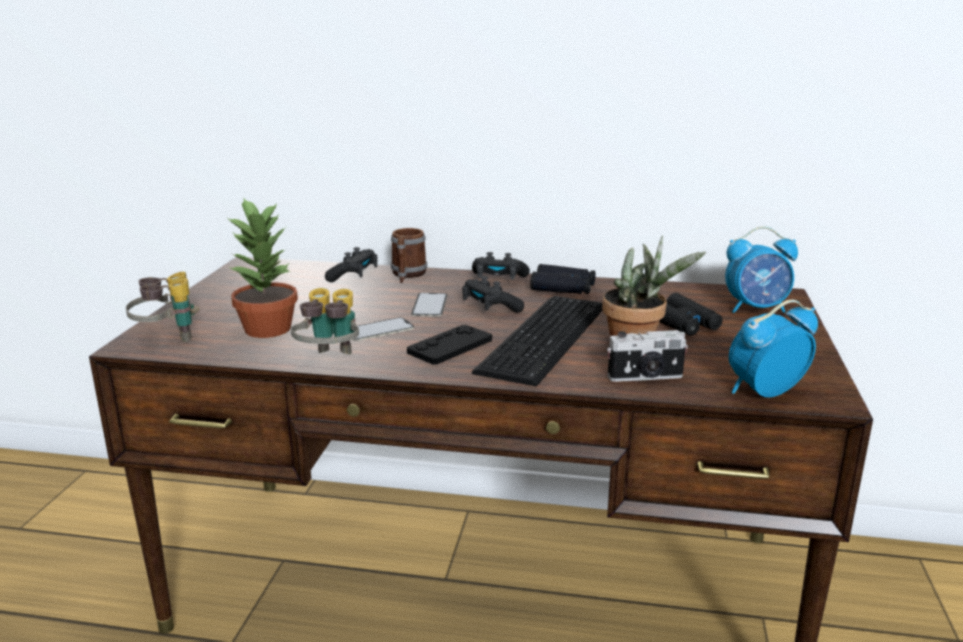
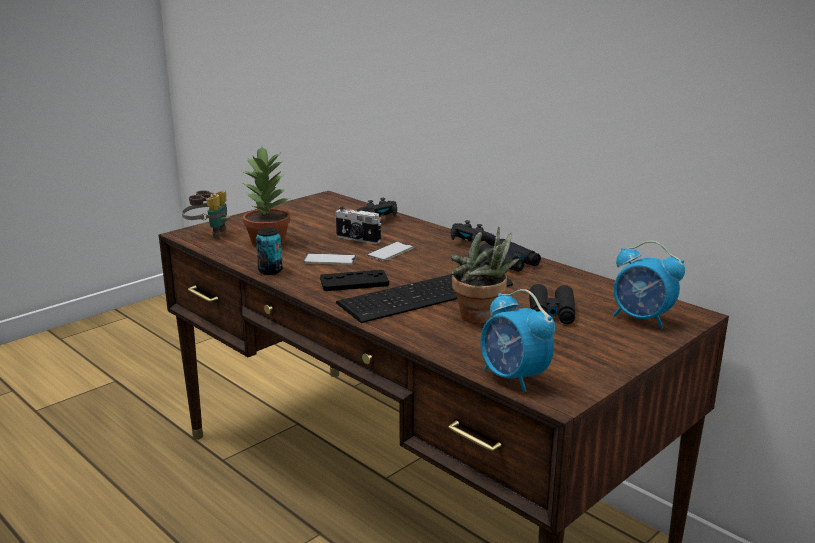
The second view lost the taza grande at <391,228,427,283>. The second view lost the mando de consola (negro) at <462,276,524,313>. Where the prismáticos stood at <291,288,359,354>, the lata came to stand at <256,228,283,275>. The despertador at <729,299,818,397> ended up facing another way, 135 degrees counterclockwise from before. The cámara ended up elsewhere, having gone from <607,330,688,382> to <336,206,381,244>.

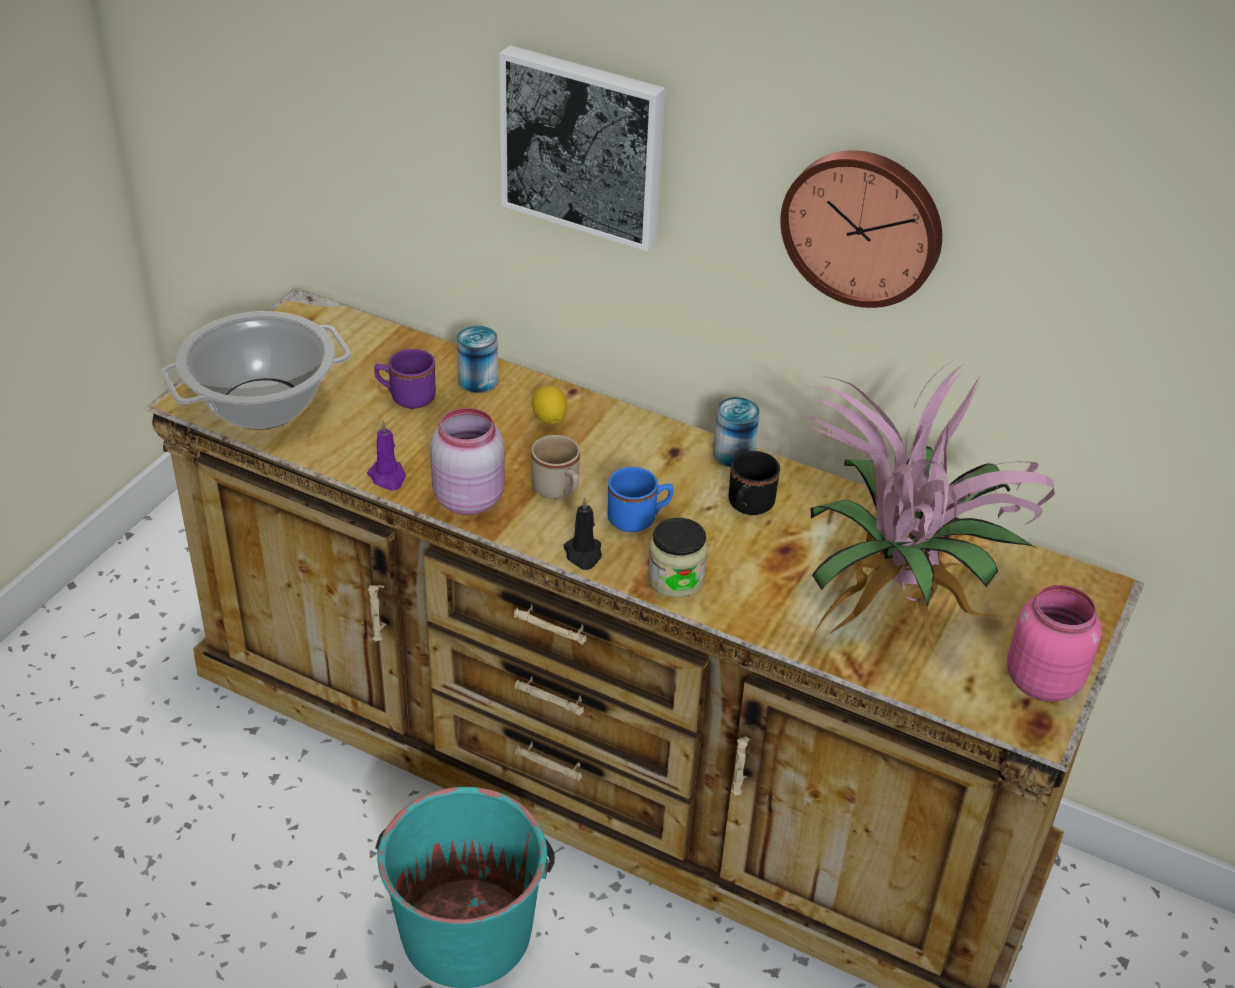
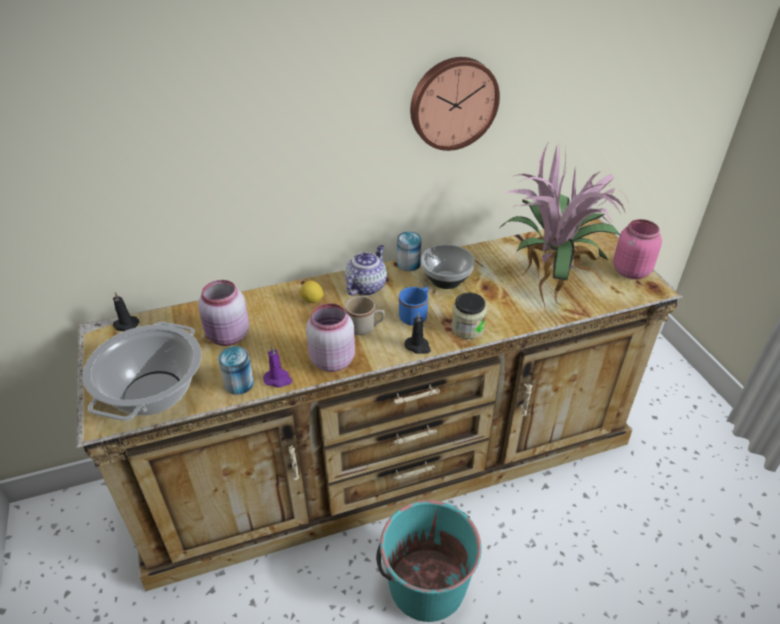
The second view lost the cuadro at <499,45,665,251>. The lata ended up elsewhere, having gone from <457,326,498,393> to <218,346,254,395>. Where the taza grande (morado) stood at <374,349,436,409>, the tarro (rosa) came to stand at <198,280,249,346>. Where the taza grande (negro) stood at <729,451,780,515>, the cuenco came to stand at <421,244,475,289>. The second view gained the tetera at <345,245,387,296>. The second view gained the vela (negro) at <113,292,139,331>.

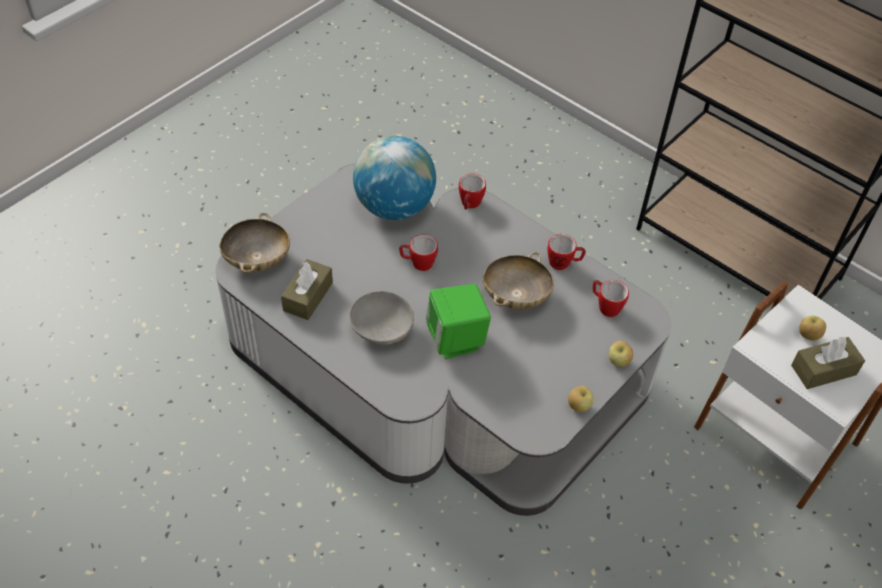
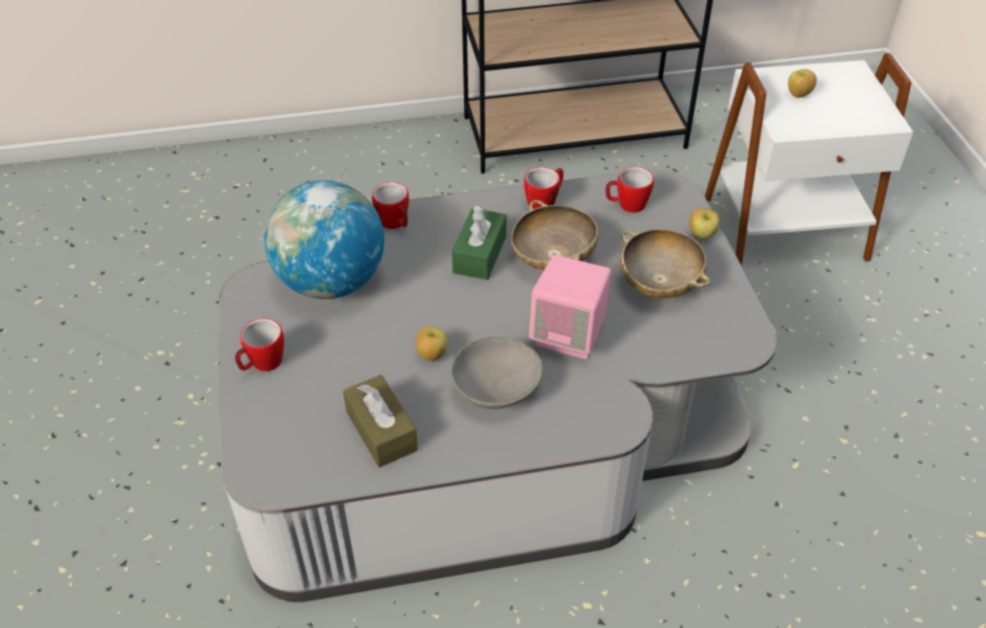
The cuenco (beis) ended up elsewhere, having gone from <219,213,290,273> to <620,229,711,298>. The taza grande ended up elsewhere, having gone from <399,235,438,271> to <235,318,284,371>. What was the altavoz (verde) at <426,284,491,359> turned into the altavoz (rosa) at <529,255,611,359>. The second view lost the caja de pañuelos (marrón) at <791,337,865,389>. The manzana ended up elsewhere, having gone from <568,386,594,412> to <416,327,448,361>. The second view gained the caja de pañuelos (verde) at <452,206,507,280>.

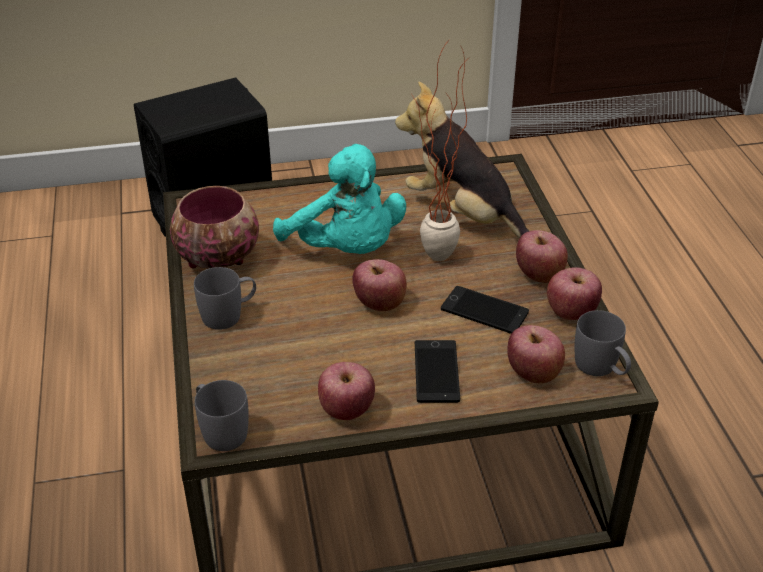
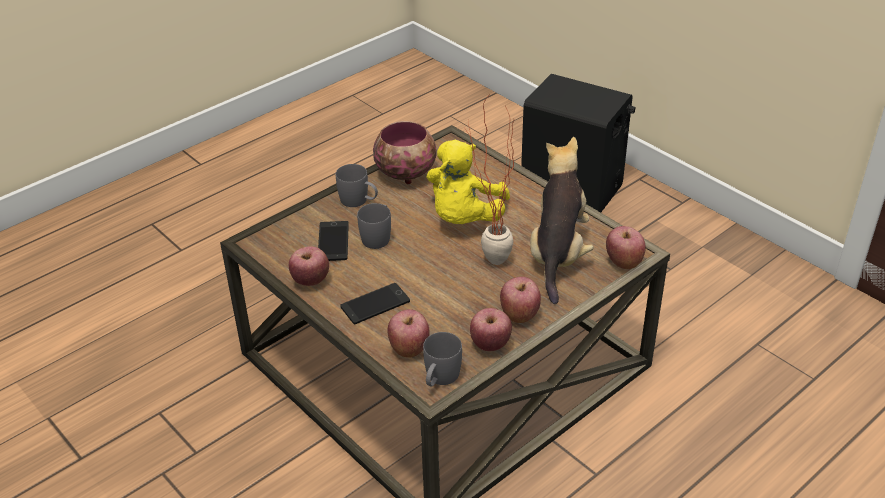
What was the peluche (turquesa) at <273,144,406,254> turned into the peluche (amarillo) at <426,140,510,224>. The manzana ended up elsewhere, having gone from <352,259,407,311> to <606,226,646,269>. The móvil ended up elsewhere, having gone from <441,286,529,334> to <318,221,349,261>. The taza grande (gris) ended up elsewhere, having gone from <195,380,249,451> to <357,203,391,249>.

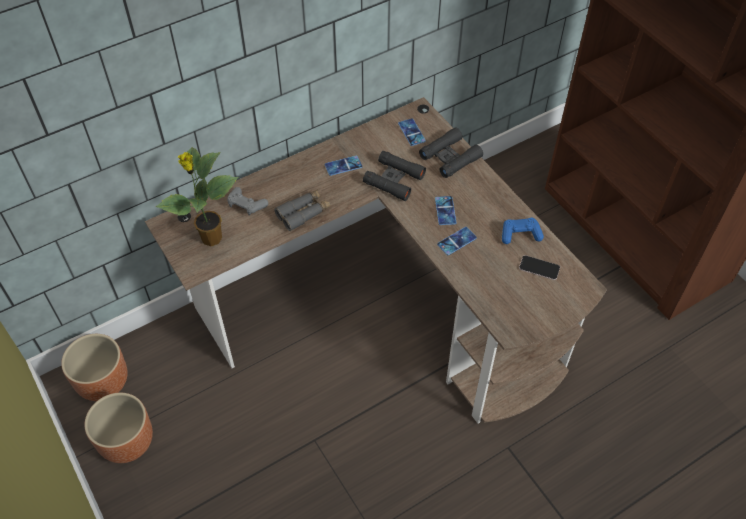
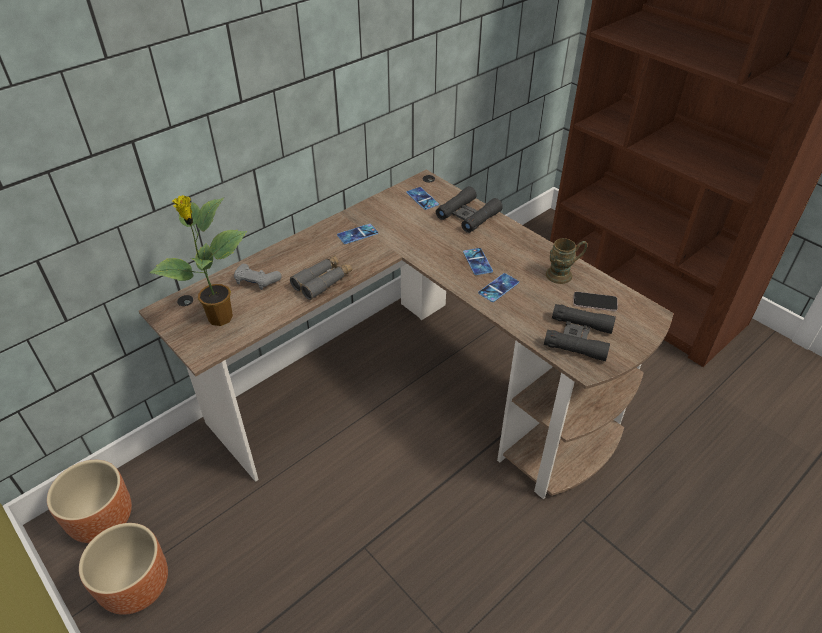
The prismáticos (negro) ended up elsewhere, having gone from <363,151,426,201> to <544,304,616,361>. Where the mando de consola (azul) stood at <502,218,544,244>, the taza grande (marrón) came to stand at <546,238,587,284>.

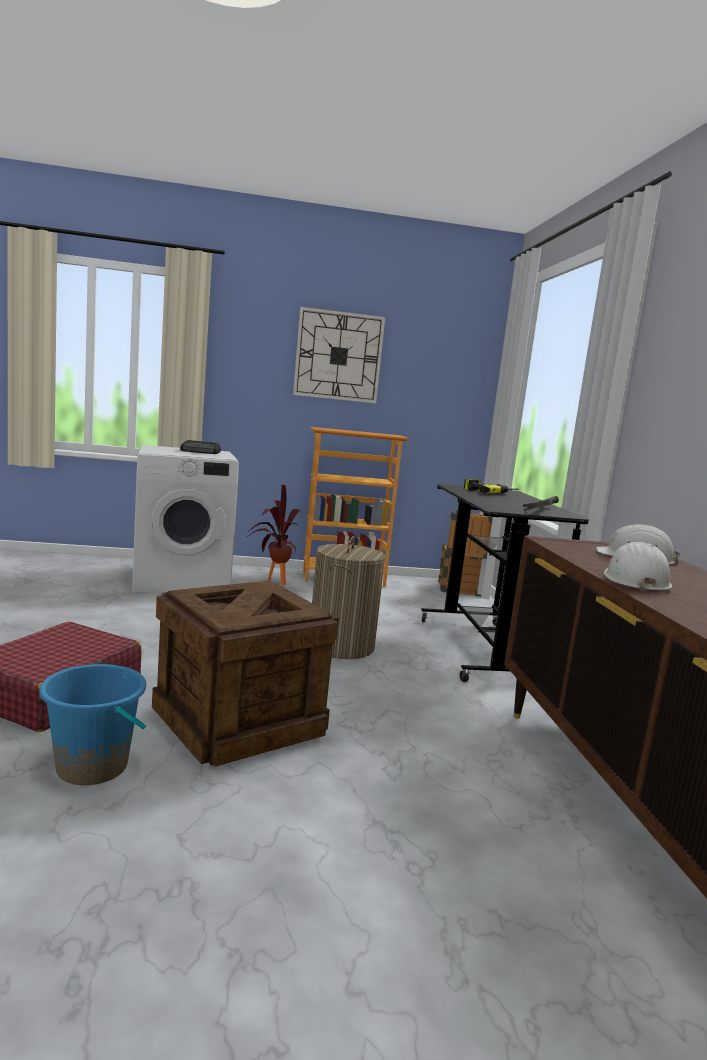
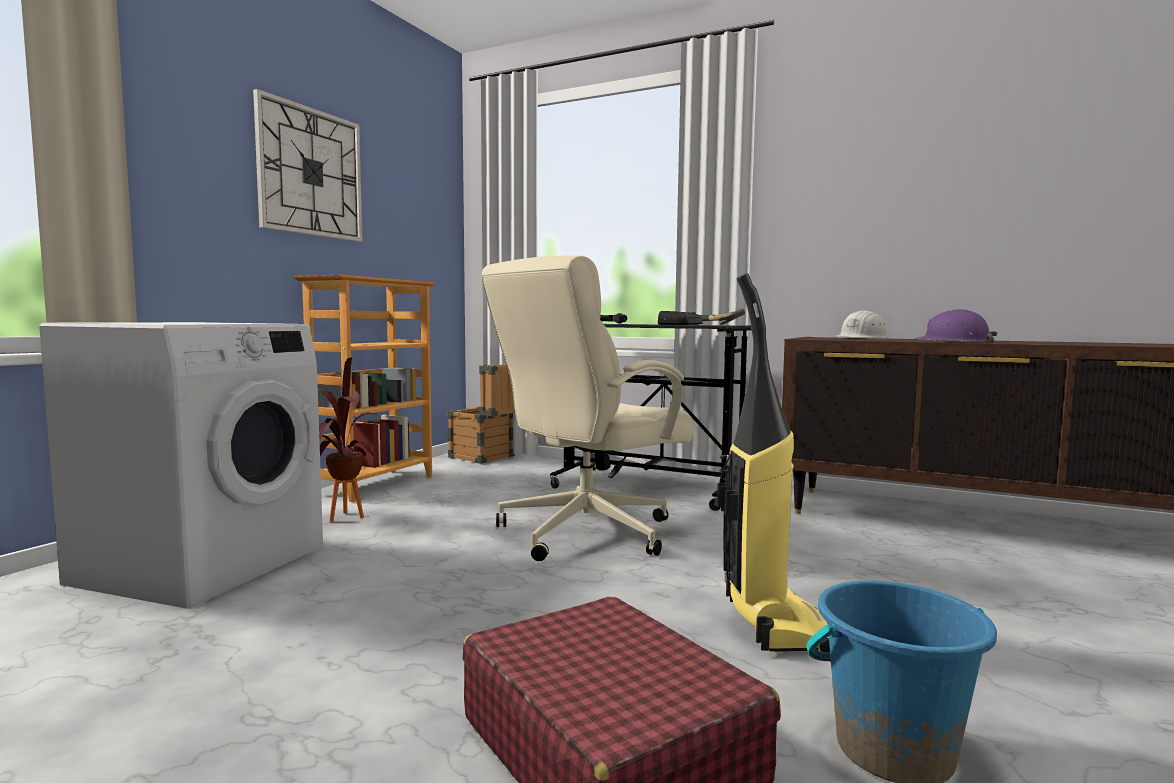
The radio ended up elsewhere, having gone from <180,440,221,454> to <658,311,703,325>. Where the cesto de la ropa stood at <312,536,386,659>, the silla de oficina (beis) came to stand at <482,255,694,561>. What was the casco (blanco) at <604,542,672,592> turned into the casco (morado) at <914,309,998,343>. Where the caja de embalaje stood at <152,580,339,767>, the aspiradora came to stand at <717,273,830,653>.

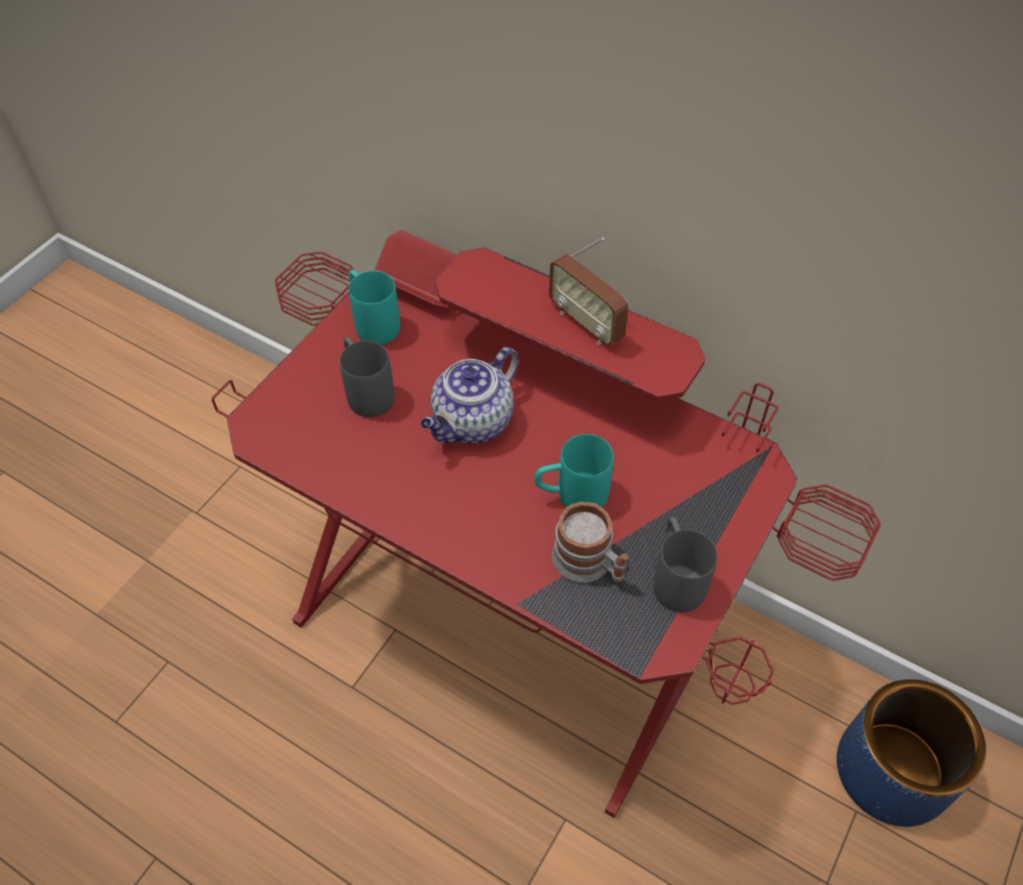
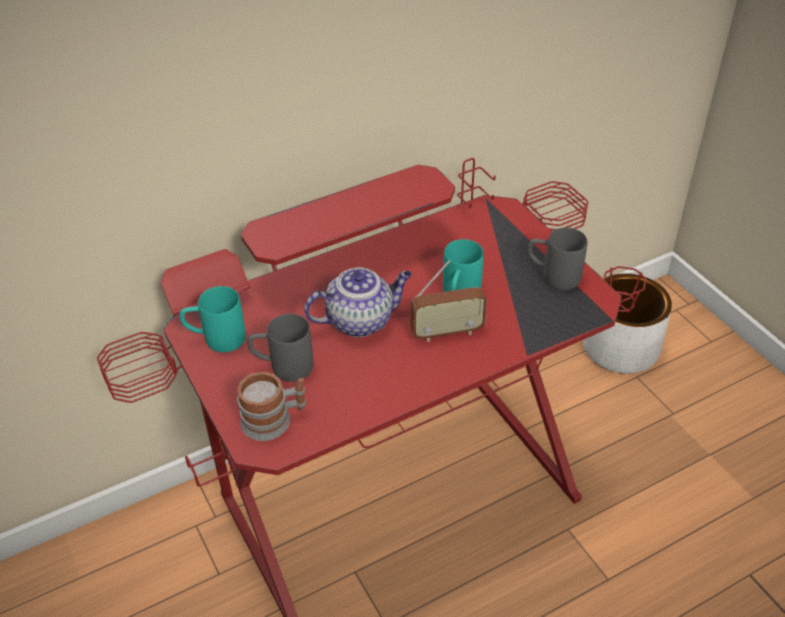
The radio ended up elsewhere, having gone from <549,237,629,346> to <411,260,487,342>. The tetera at <421,347,519,443> ended up facing another way, 90 degrees counterclockwise from before. The taza grande ended up elsewhere, having gone from <552,502,628,583> to <237,372,306,441>. What was the maceta (azul) at <837,679,986,827> turned into the maceta (blanco) at <583,273,672,374>.

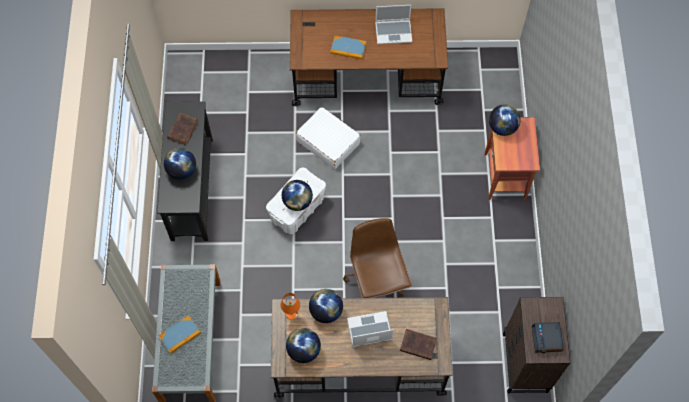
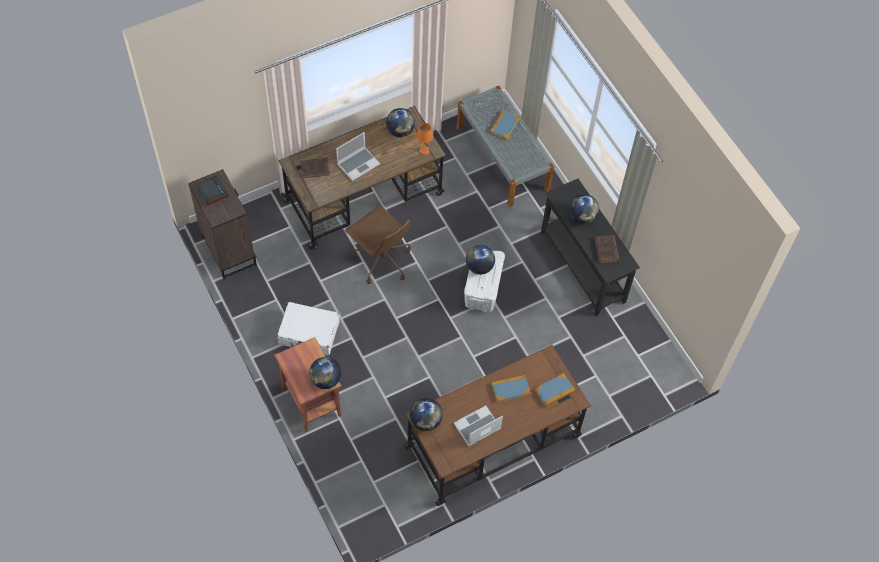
The maleta (blanco) ended up elsewhere, having gone from <296,107,361,169> to <277,302,340,356>. The globo terráqueo ended up elsewhere, having gone from <309,289,343,323> to <410,398,443,431>. The second view gained the libro at <535,373,575,407>.

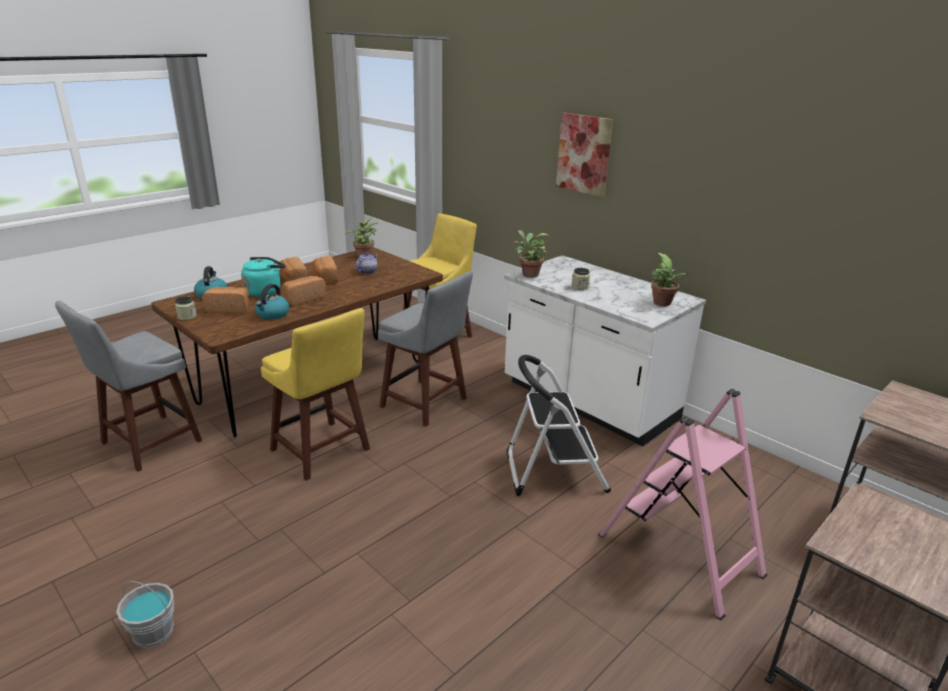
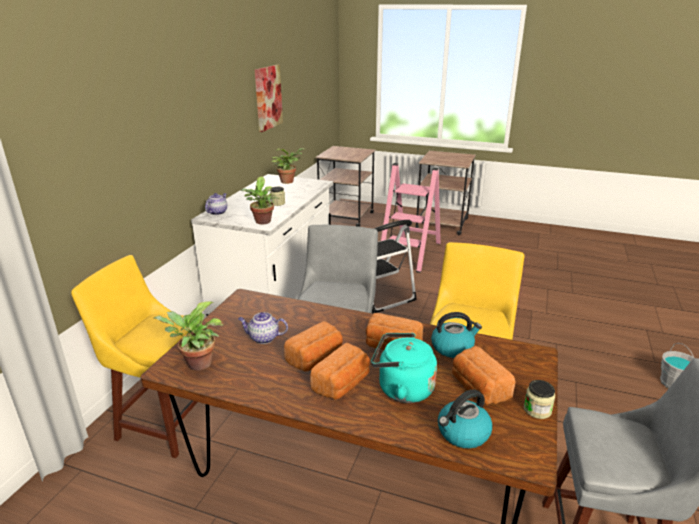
The cuadro ended up elsewhere, having gone from <556,113,613,197> to <255,65,283,132>. The second view gained the tetera at <205,193,227,215>.

